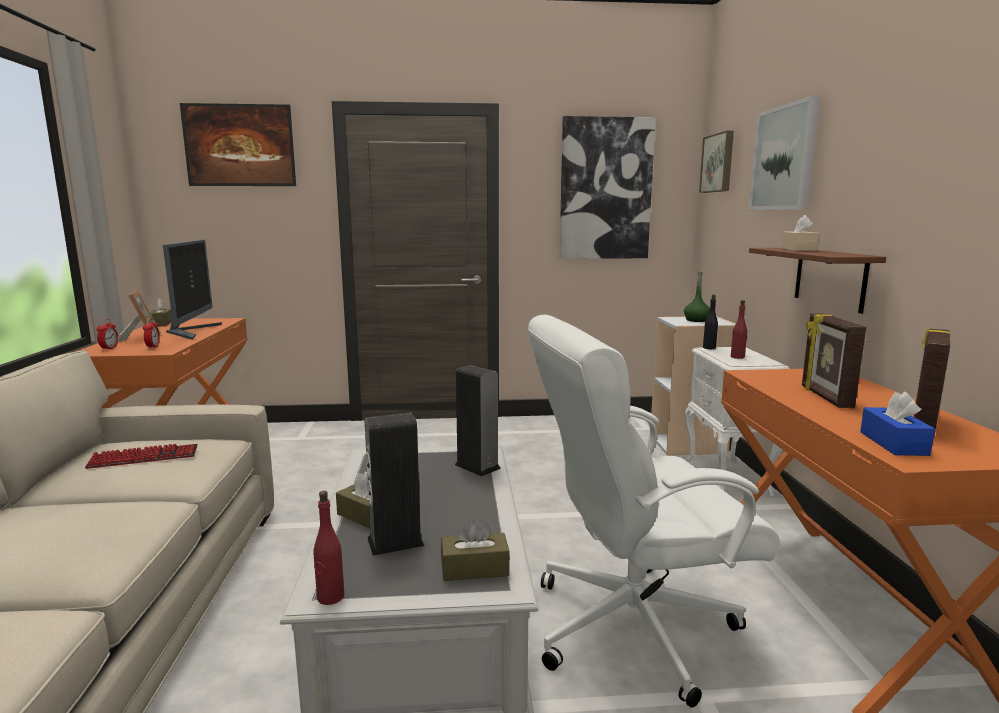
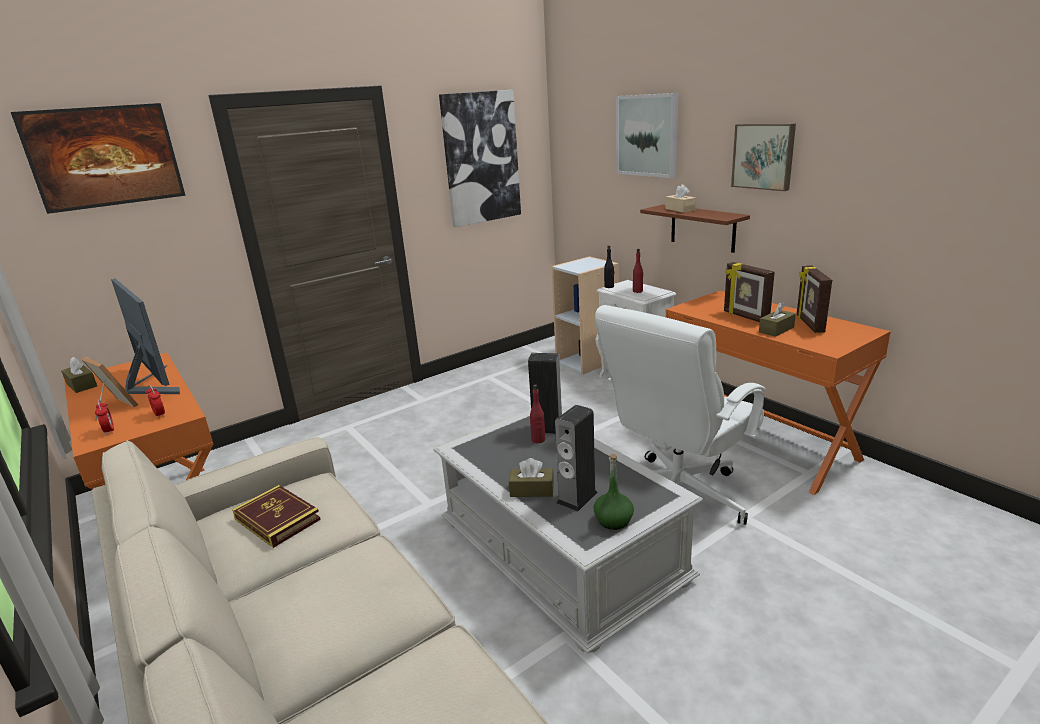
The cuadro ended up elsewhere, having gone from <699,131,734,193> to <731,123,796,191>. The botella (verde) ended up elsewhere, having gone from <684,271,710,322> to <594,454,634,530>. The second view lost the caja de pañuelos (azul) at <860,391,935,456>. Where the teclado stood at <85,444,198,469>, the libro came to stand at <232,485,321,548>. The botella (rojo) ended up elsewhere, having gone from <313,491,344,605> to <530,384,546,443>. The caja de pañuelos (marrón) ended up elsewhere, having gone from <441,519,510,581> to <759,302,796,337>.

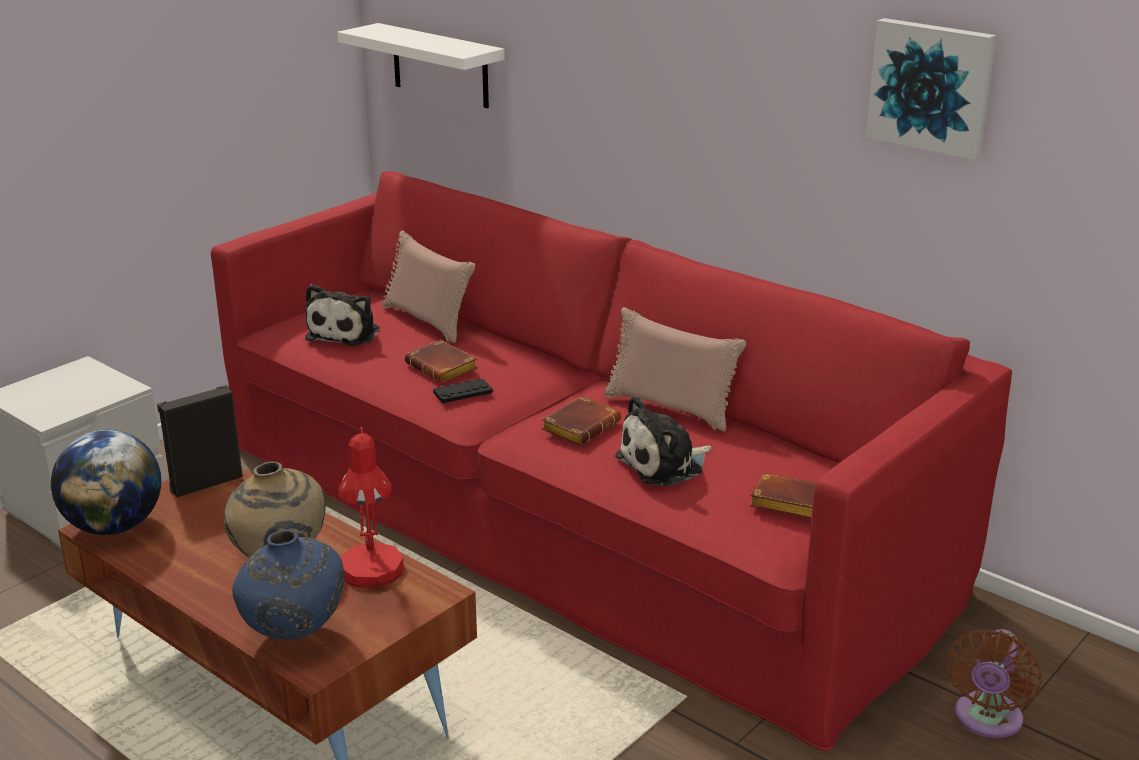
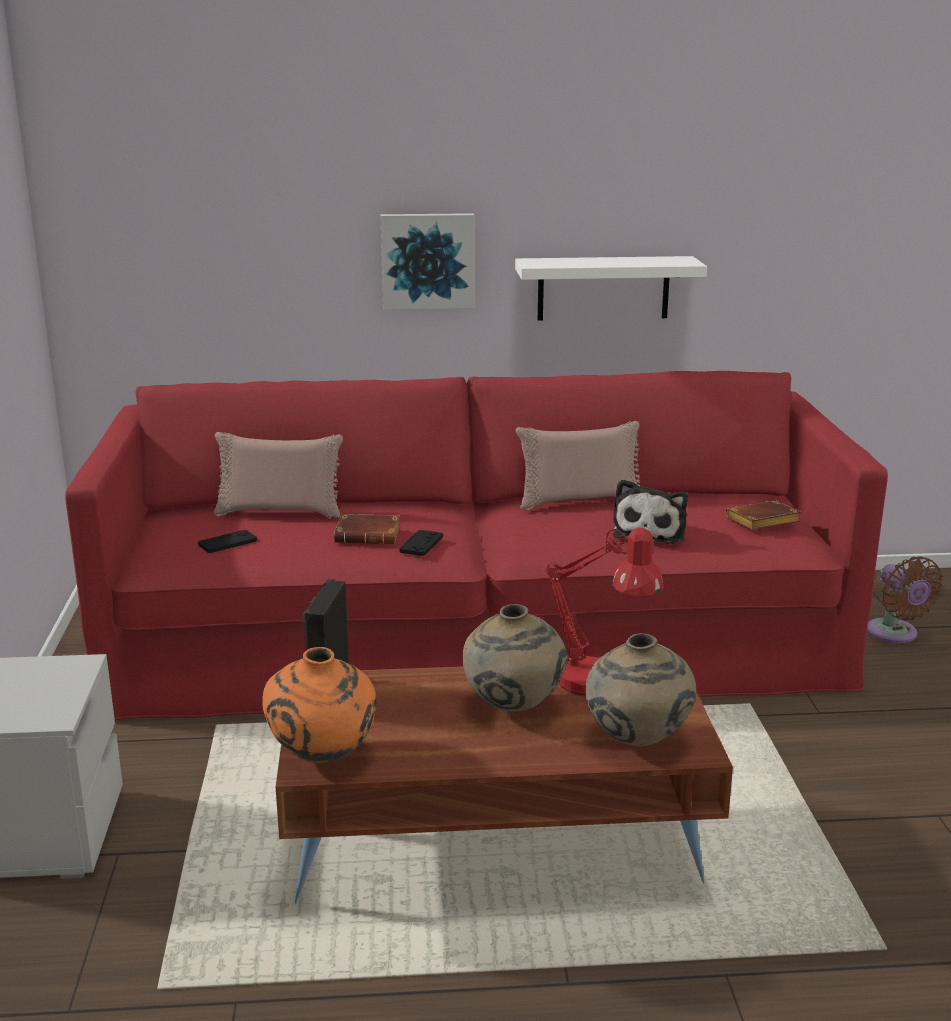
The cuadro ended up elsewhere, having gone from <866,18,996,160> to <381,213,475,310>. The estante (blanco) ended up elsewhere, having gone from <337,23,505,108> to <515,256,707,320>. Where the peluche stood at <305,284,379,346>, the mando de consola (negro) came to stand at <198,530,257,553>. The second view lost the libro (marrón) at <542,396,621,446>. Where the globo terráqueo stood at <51,430,161,535>, the florero (naranja) came to stand at <262,647,377,763>. What was the florero (azul) at <232,530,345,640> turned into the florero (beis) at <586,633,696,747>.

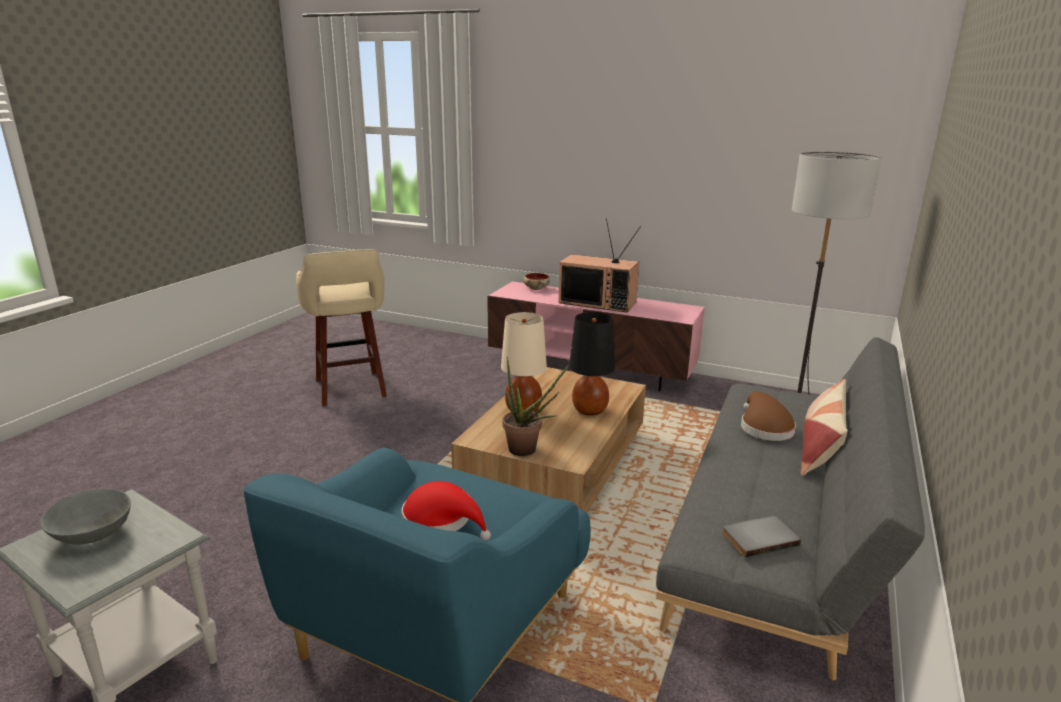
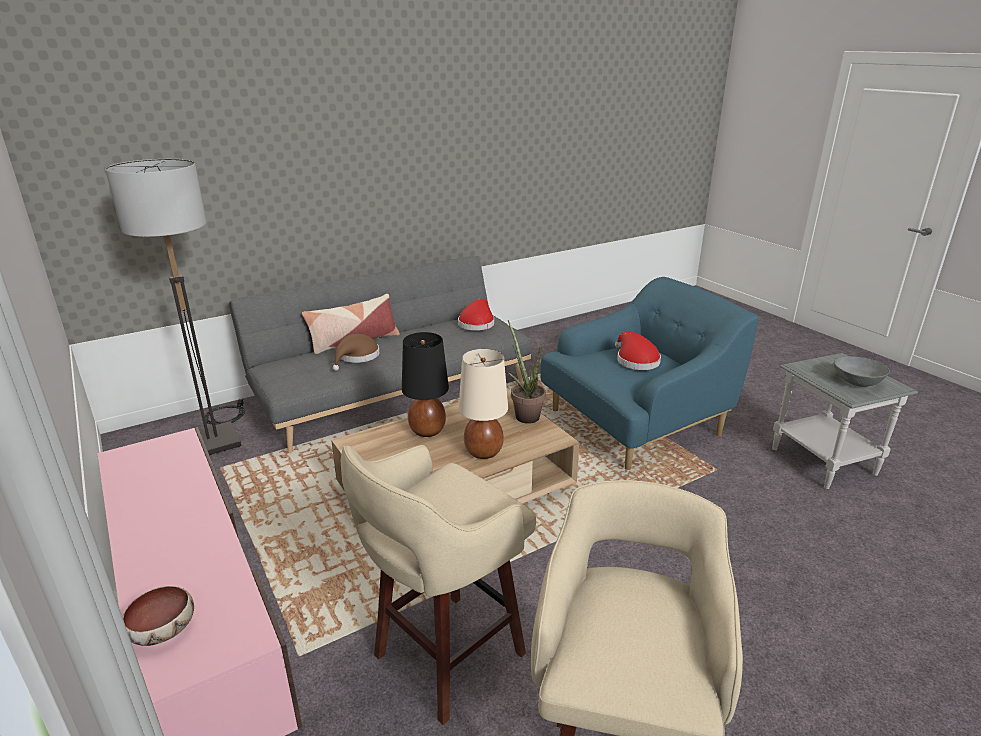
The second view lost the televisor at <558,218,641,312>. Where the libro (gris) stood at <722,516,801,558>, the sombrero (rojo) came to stand at <458,299,494,331>. The second view gained the taburete (beis) at <341,445,536,725>.

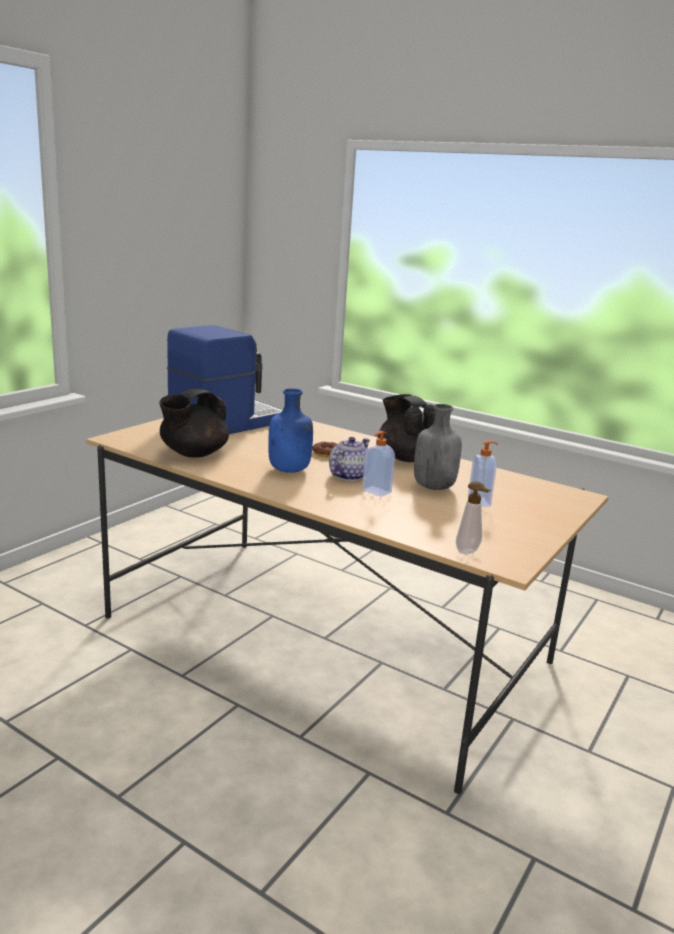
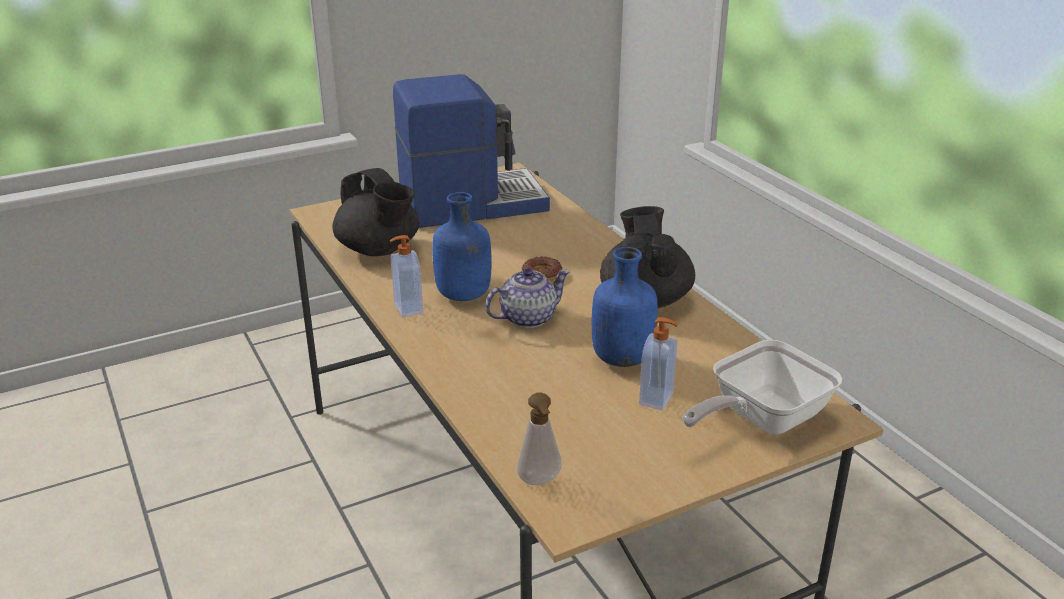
The tetera (negro) at <159,388,229,458> ended up facing another way, 105 degrees counterclockwise from before. What was the botella (gris) at <414,404,462,490> turned into the botella (azul) at <592,247,658,367>. The dispensador de jabón ended up elsewhere, having gone from <362,431,395,497> to <390,235,423,317>. The second view gained the sartén at <683,340,842,435>.

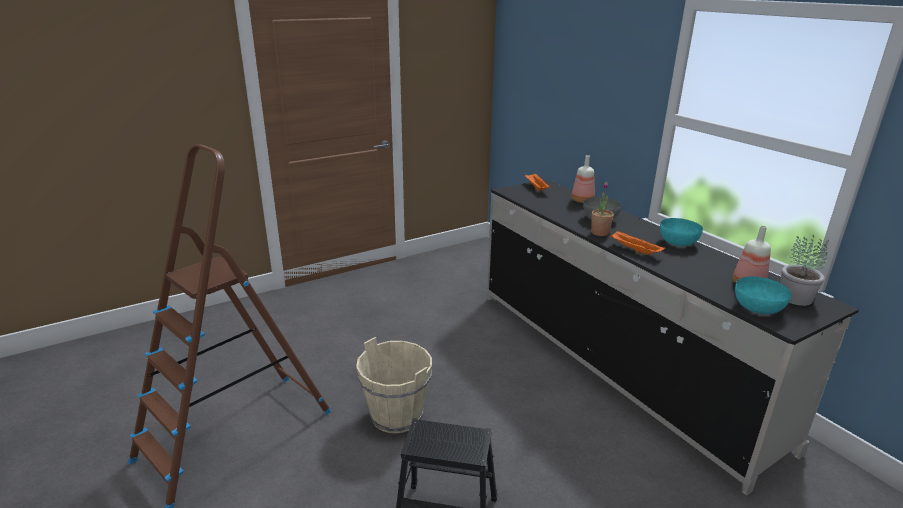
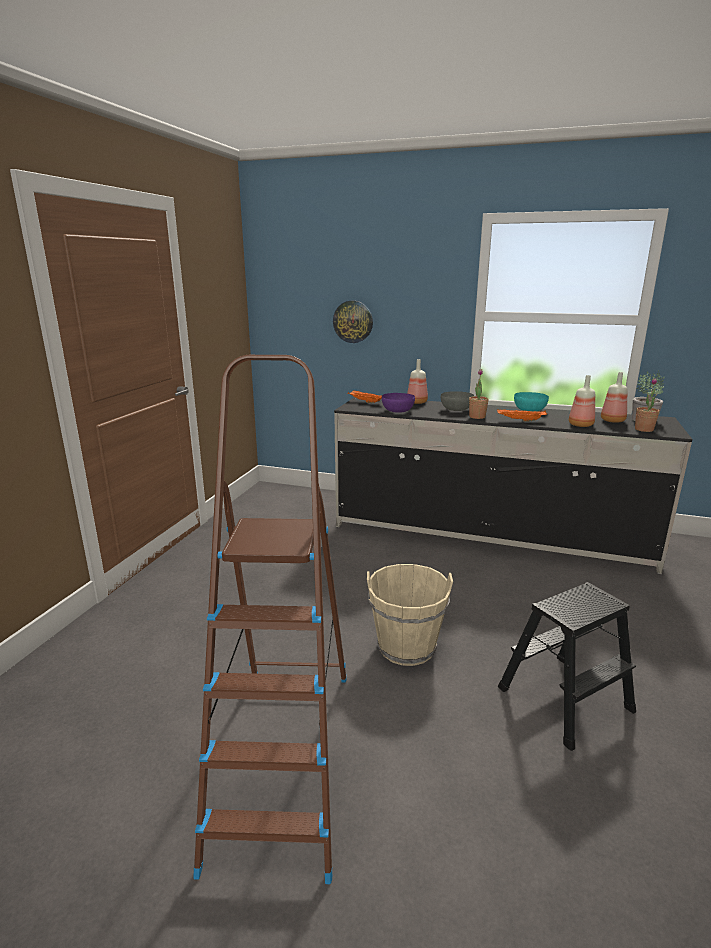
Where the cuenco (turquesa) stood at <735,276,791,314>, the planta en maceta came to stand at <635,378,659,432>. The second view gained the reloj de pared at <333,300,373,343>. The second view gained the botella at <569,375,595,427>. The second view gained the cuenco (morado) at <382,393,415,413>.

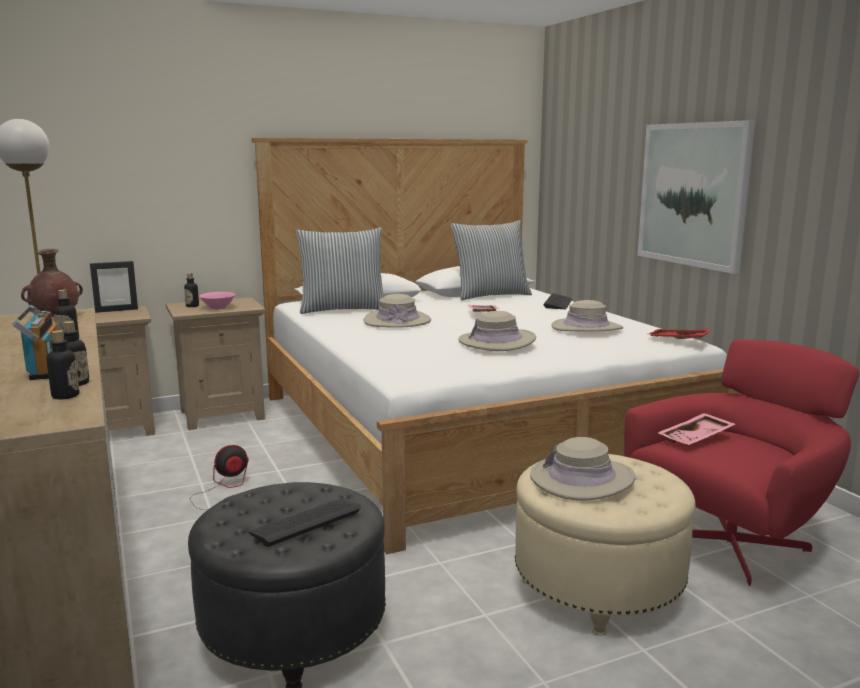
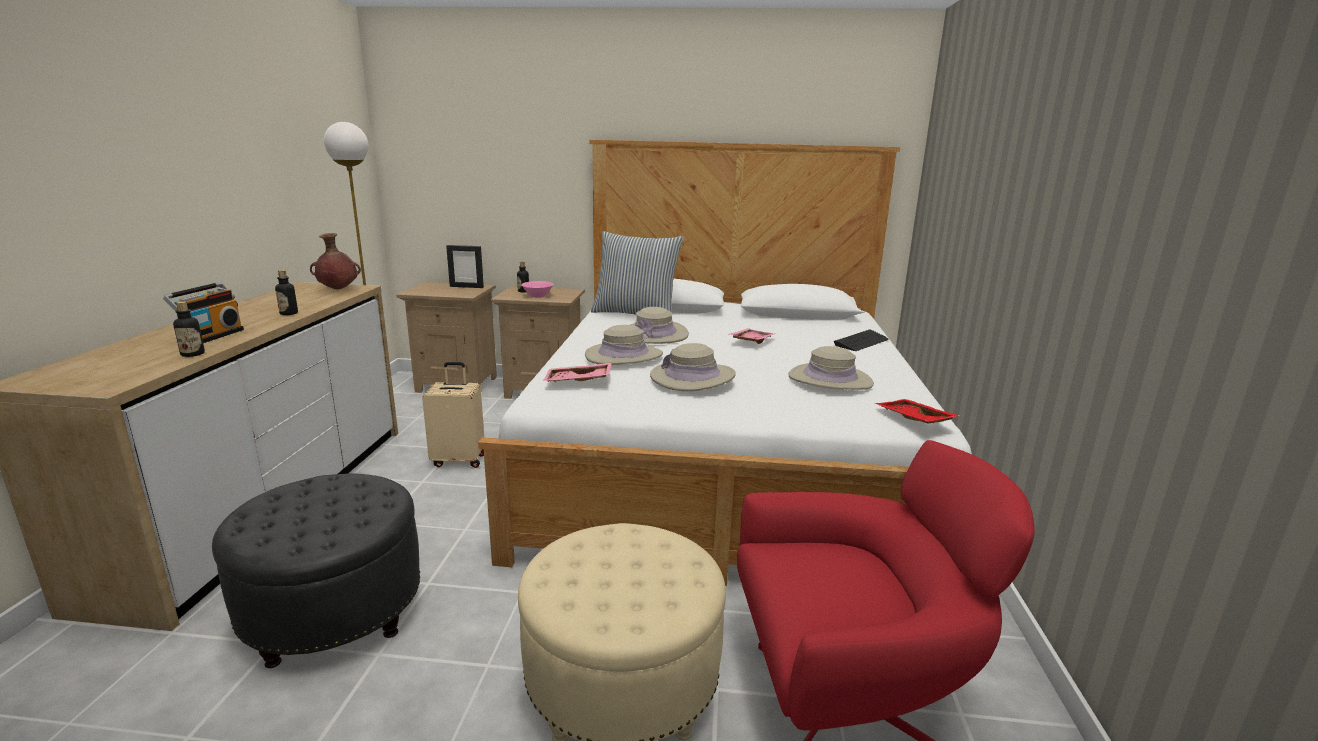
The second view lost the cuadro at <638,120,755,274>. The second view lost the cojín at <451,220,532,300>. The second view lost the botella at <46,330,79,400>. The bandeja (rosa) ended up elsewhere, having gone from <658,413,735,445> to <543,363,612,382>. The sombrero (beis) ended up elsewhere, having gone from <530,437,635,501> to <585,325,663,365>. Where the ventilador stood at <190,445,249,510>, the maleta (beis) came to stand at <422,362,484,468>. The second view lost the teclado at <248,500,361,547>.

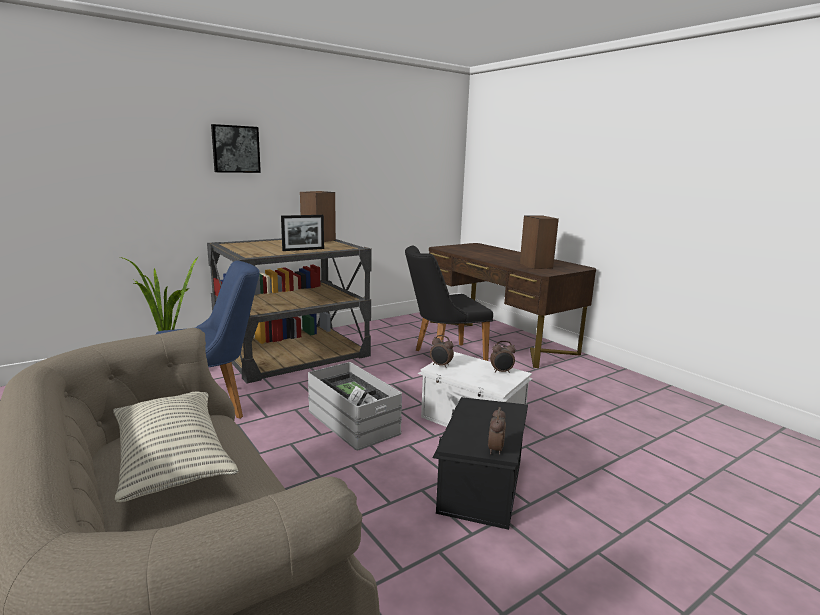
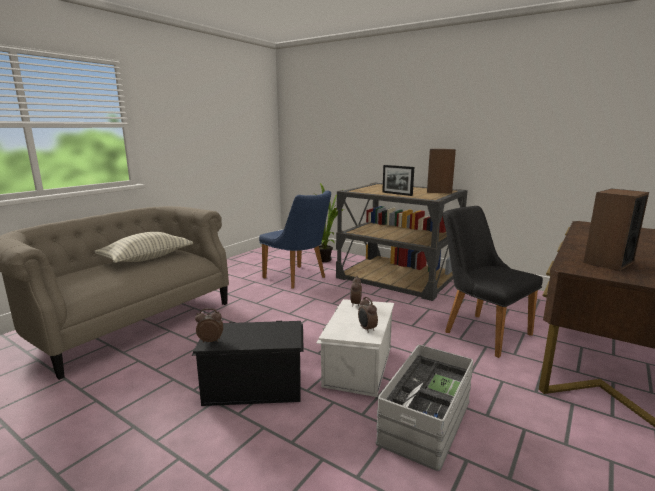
The second view lost the cuadro at <211,124,261,173>. The caja de almacenaje (gris) ended up elsewhere, having gone from <308,362,402,450> to <376,345,474,471>.

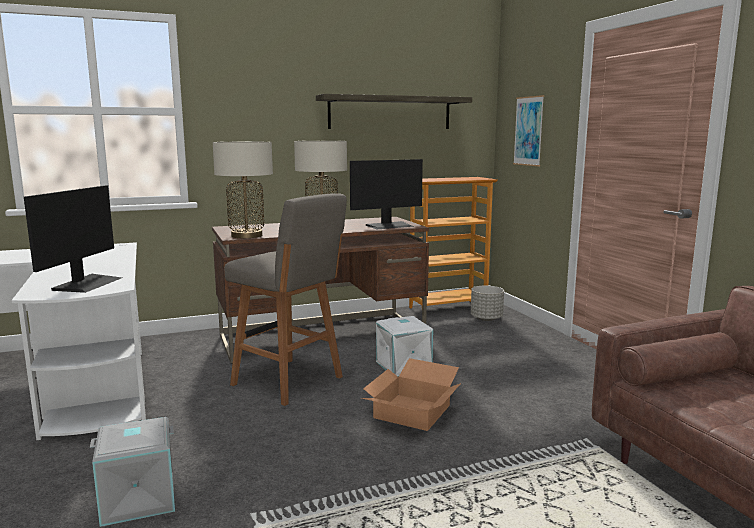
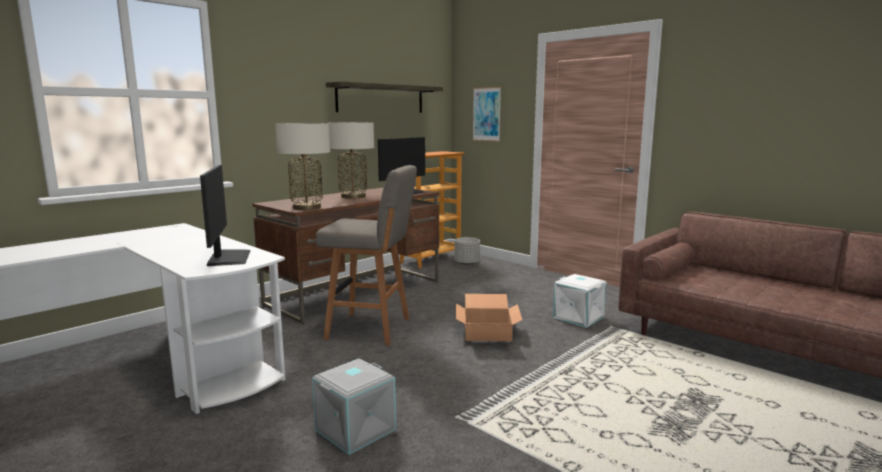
The caja de almacenaje (blanco) ended up elsewhere, having gone from <376,316,433,376> to <553,274,607,328>.

